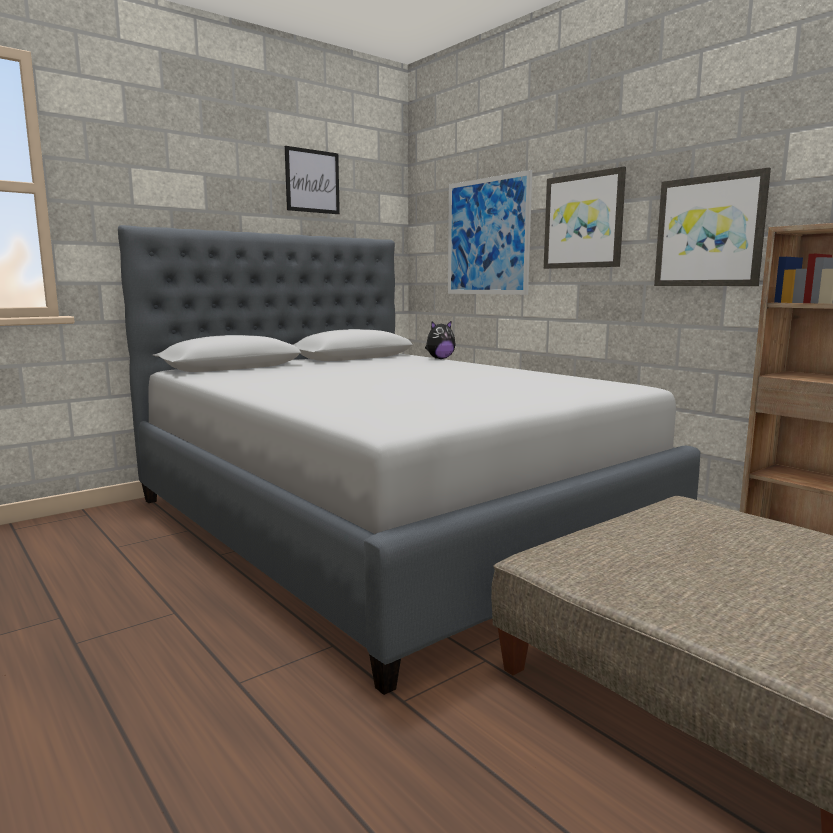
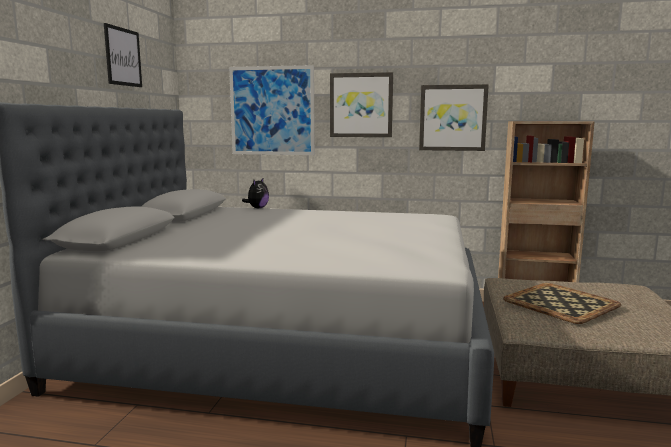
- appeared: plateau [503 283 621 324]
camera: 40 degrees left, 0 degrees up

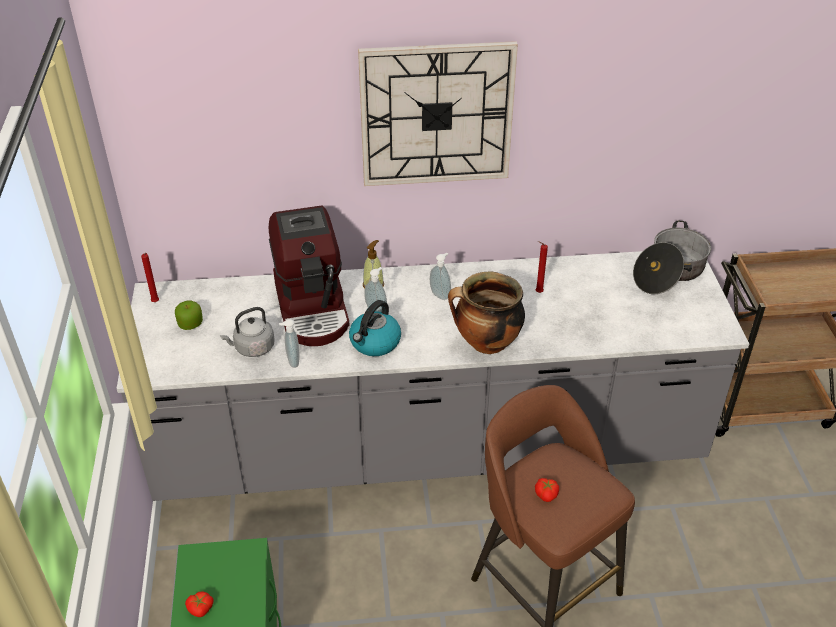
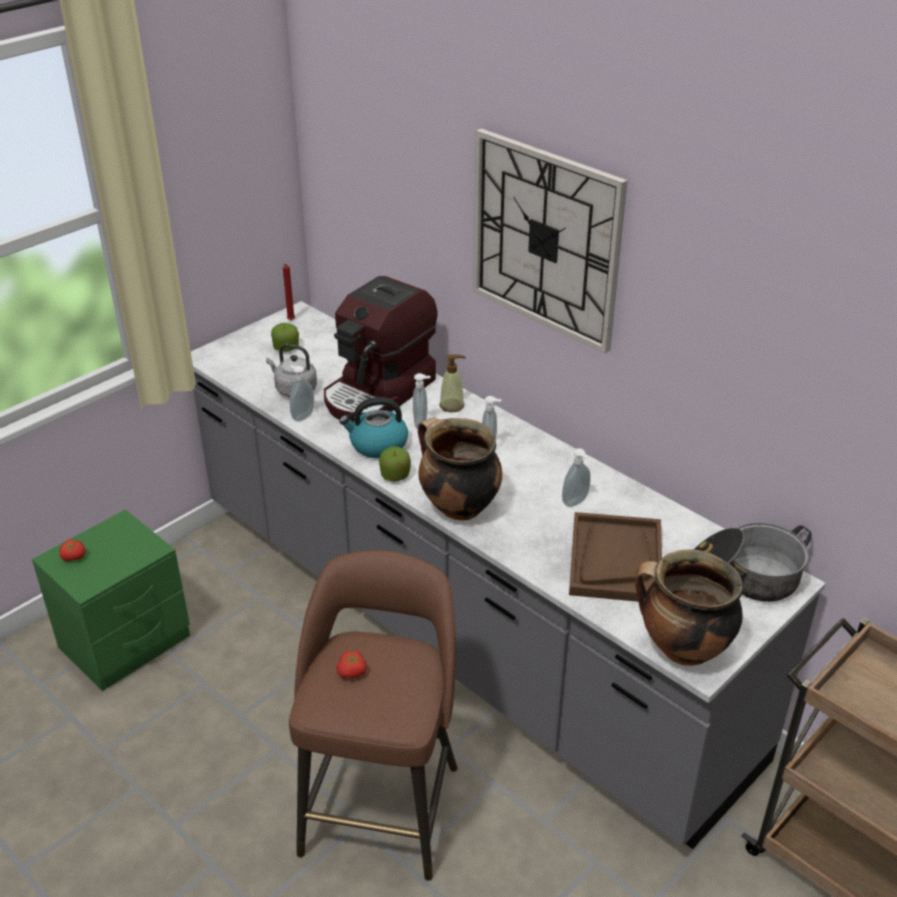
- appeared: pomme [379 446 411 481]
- appeared: plateau [marron] [569 512 662 602]
- appeared: marmite [635 549 743 666]
- exchanged: bougie [rouge] [536 241 548 293] to distributeur de savon [562 448 591 507]
camera: 50 degrees right, 5 degrees down

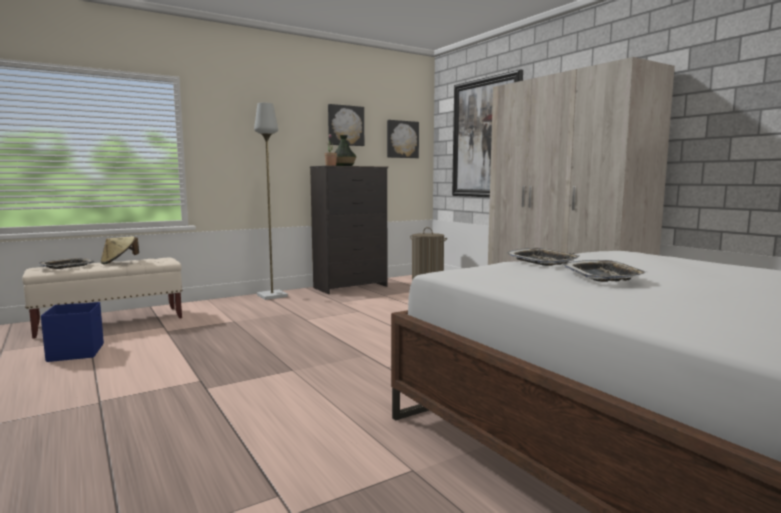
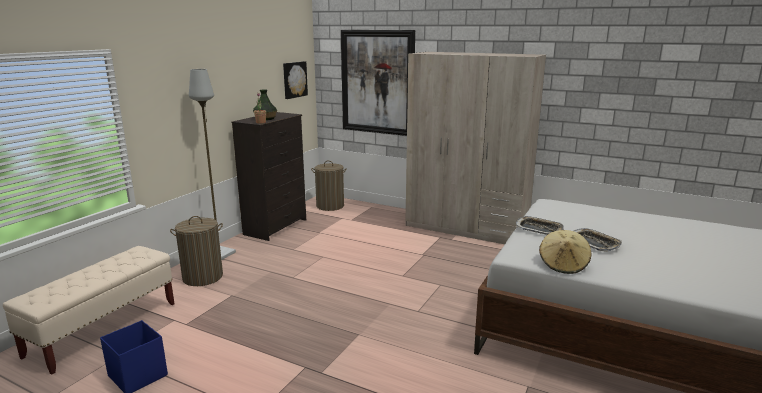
- missing: plateau [38 258 94 269]
- missing: tableau [328 104 364 146]
- appeared: panier à linge [170 216 223 286]
- relocated: chapeau [beige] [101 236 139 264] to [539 230 591 274]
camera: 30 degrees left, 10 degrees up

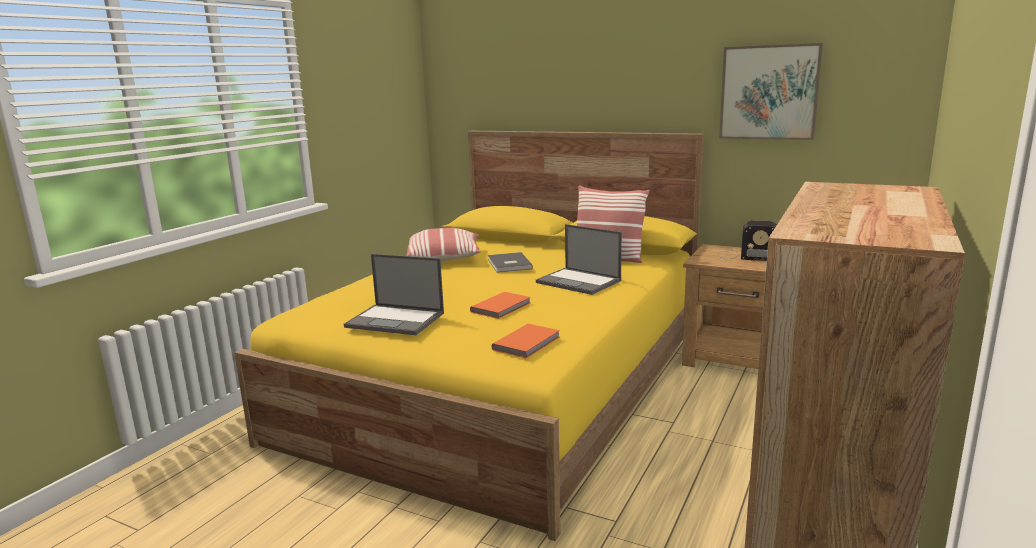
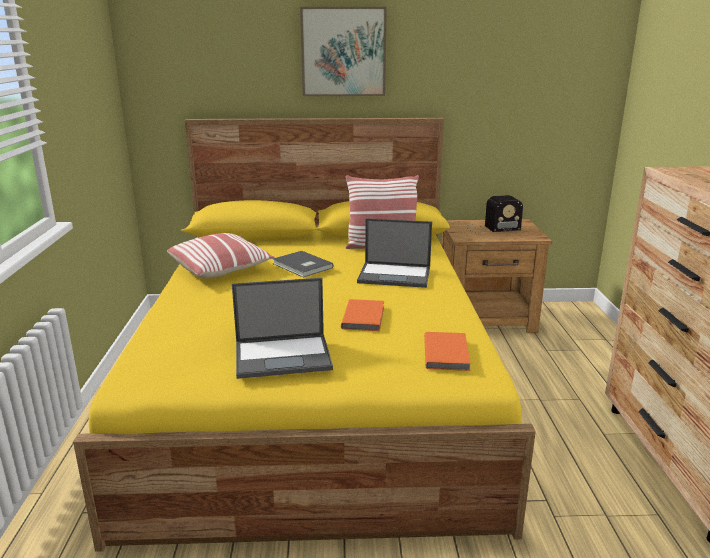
- relocated: tableau [719 43 823 140] to [300 7 387 96]
camera: 30 degrees left, 5 degrees up

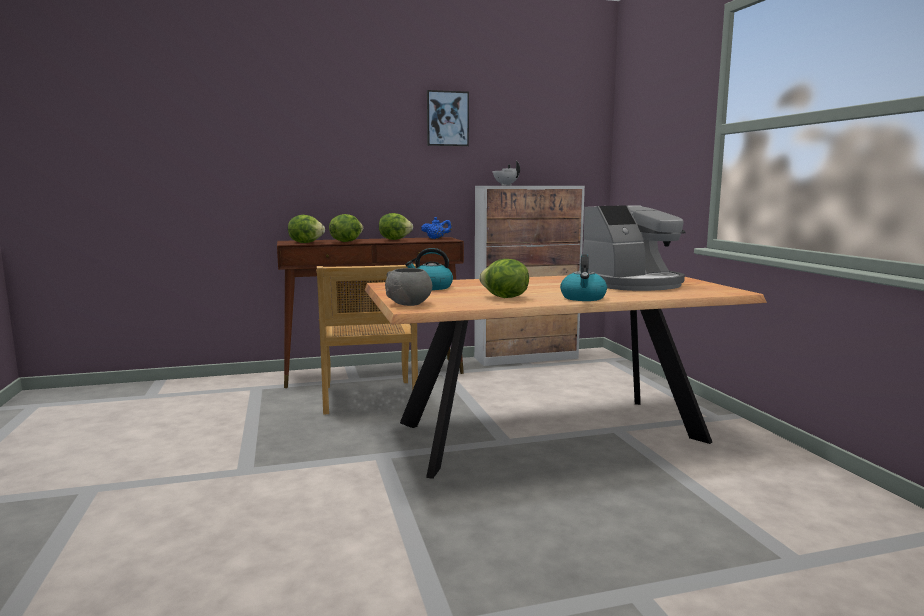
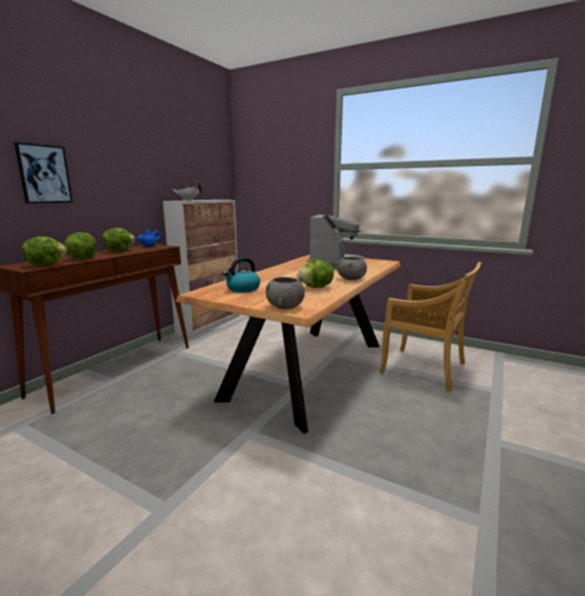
- relocated: chaise [beige] [316 264 418 415] to [380 262 481 392]
- relocated: tableau [427 90 469 146] to [14 142 73 203]
- exchanged: bouilloire [560 254 607 301] to bol [gris] [337 257 367 280]
camera: 45 degrees left, 5 degrees up

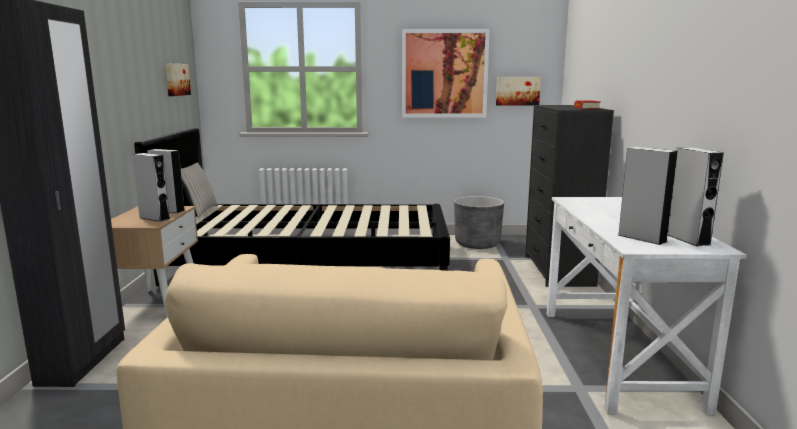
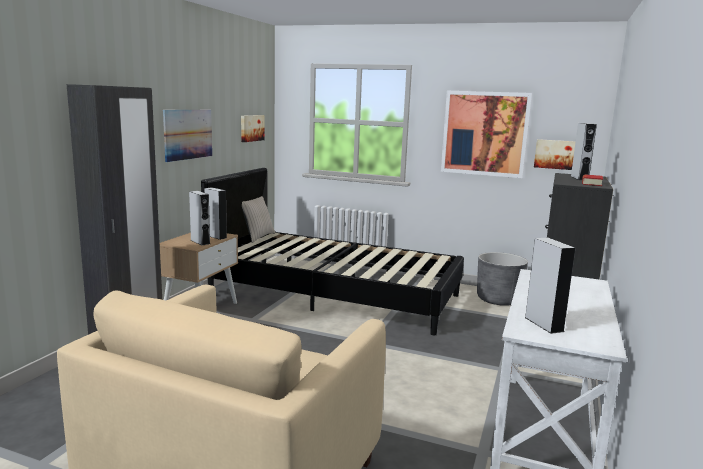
- appeared: tableau [163 110 212 162]
- relocated: enceinte [gris] [668 147 724 246] to [571 123 597 180]
camera: 20 degrees right, 0 degrees up

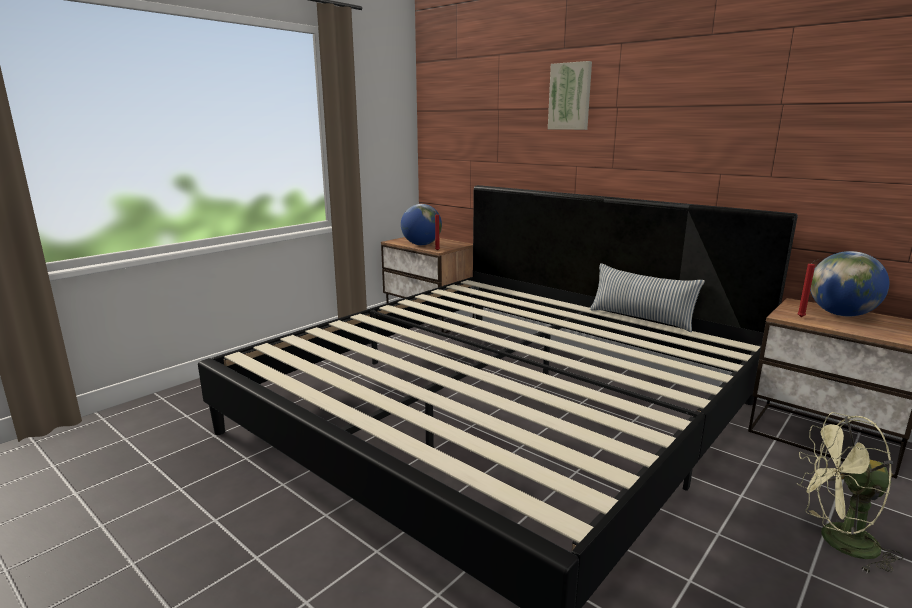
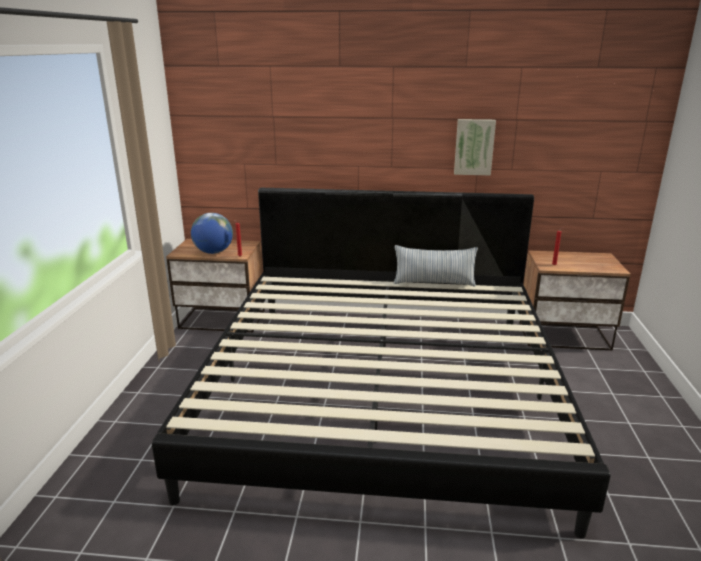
- missing: ventilateur [vert] [797 412 903 574]
- missing: globe [810 251 889 317]
- relocated: tableau [548 61 592 130] to [454 119 496 175]
camera: 35 degrees left, 5 degrees up

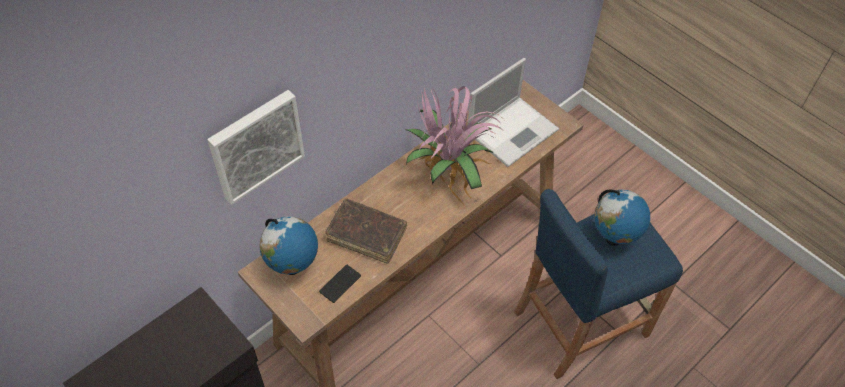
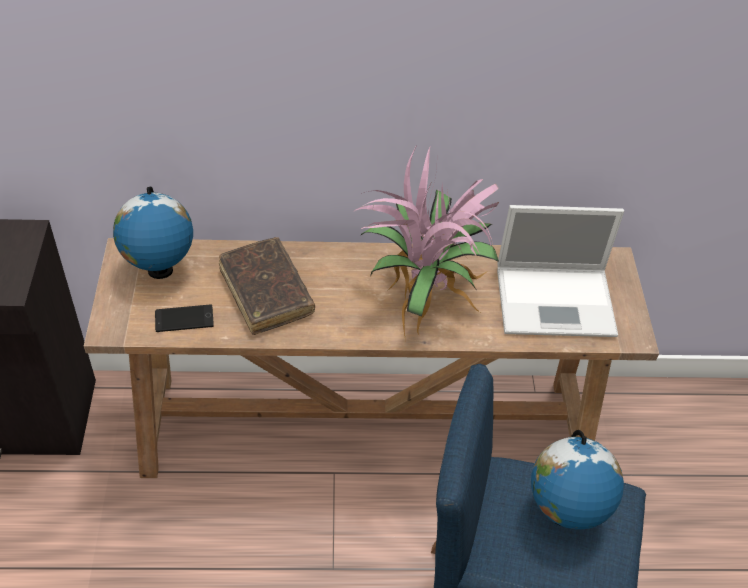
- missing: tableau [207 90 305 205]
camera: 40 degrees right, 5 degrees down

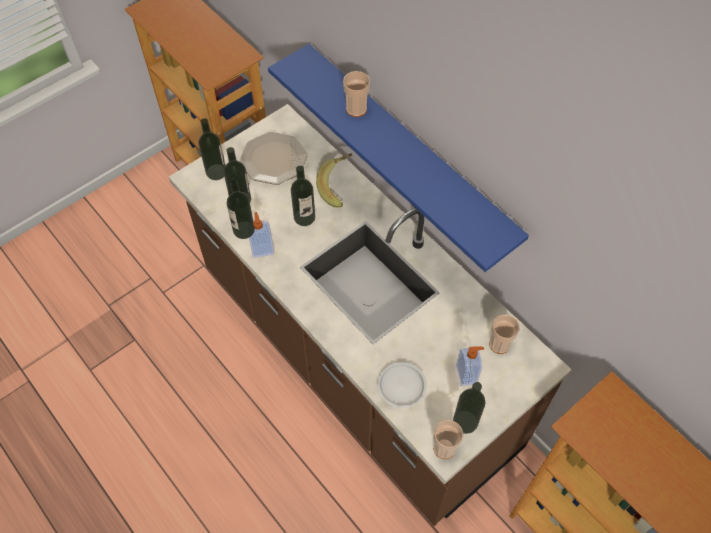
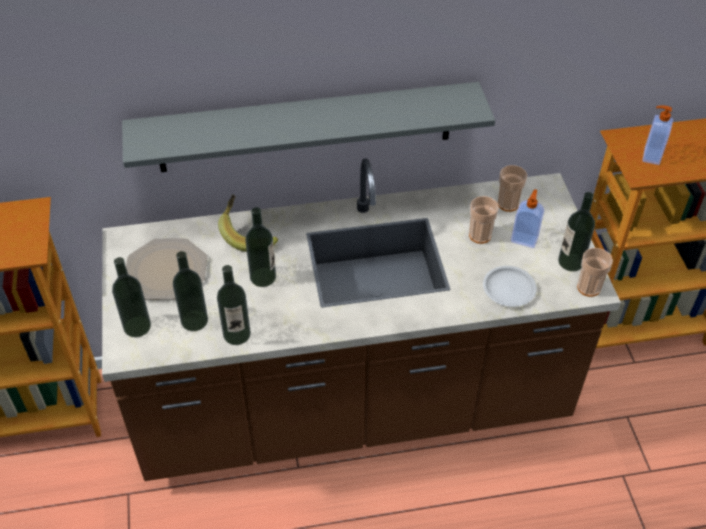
- relocated: distributeur de savon [247 212 274 258] to [643 105 673 165]
- relocated: tasse [343 71 370 117] to [469 196 499 244]
- colour: étagère [bleu] [268 44 529 272] to étagère [gris] [122 82 495 172]
camera: 60 degrees left, 10 degrees down

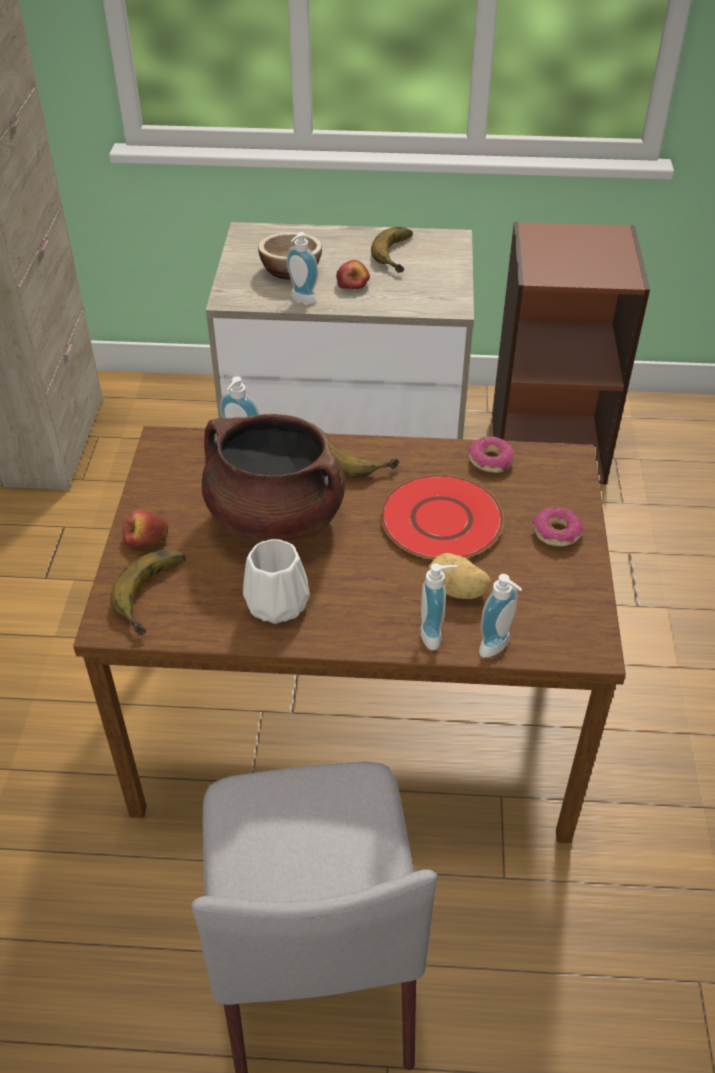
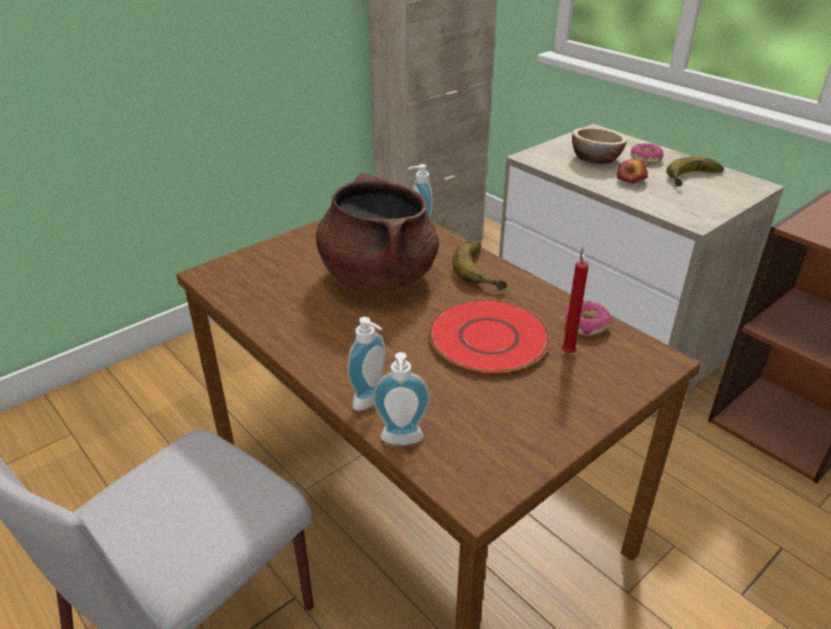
- missing: banane [110 550 186 635]
- missing: pomme [122 509 168 547]
- missing: vase [blanc] [243 539 310 624]
- missing: distributeur de savon [286 232 318 304]
- missing: pomme de terre [427 553 491 599]
- appeared: bougie [rouge] [562 247 589 353]
- relocated: beignet [533 507 584 547] to [631 143 664 164]
camera: 45 degrees right, 10 degrees down

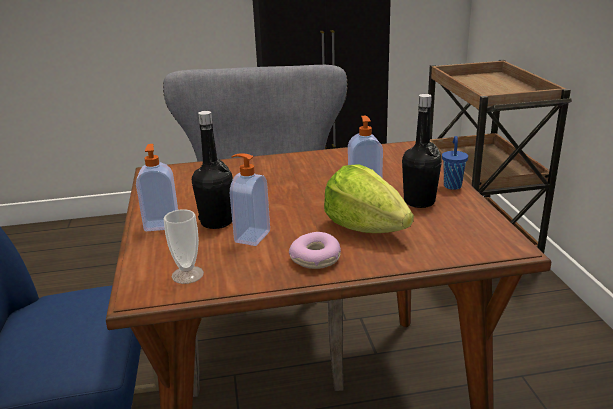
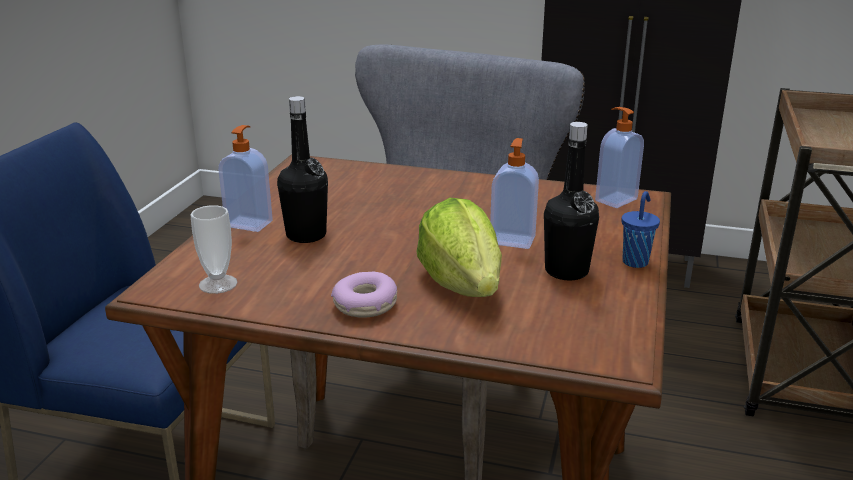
- relocated: distributeur de savon [230 153 270 246] to [595 107 644 208]
camera: 25 degrees right, 0 degrees up

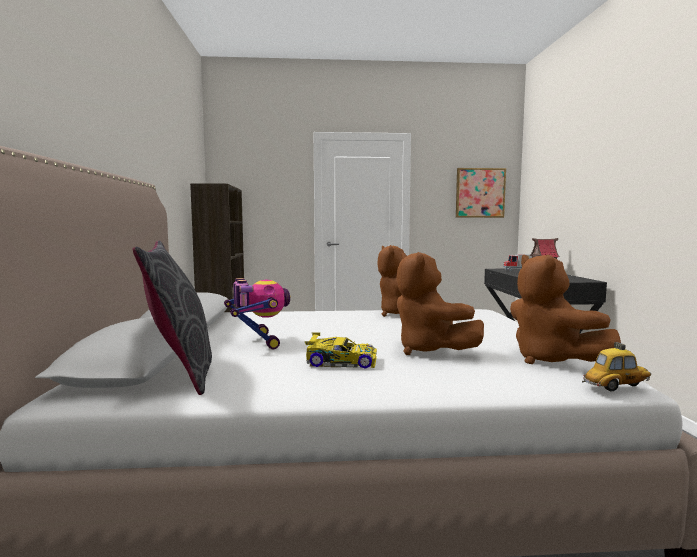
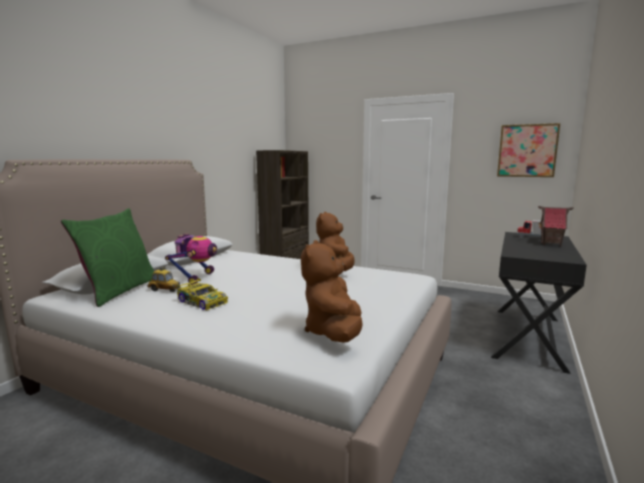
- missing: peluche [marron] [396 252 484 355]
- relocated: petite voiture [582 342 651 391] to [147 267 180 292]
- colour: coussin [gris] [133 240 212 395] to coussin [vert] [61 208 154 307]
camera: 30 degrees right, 5 degrees up

